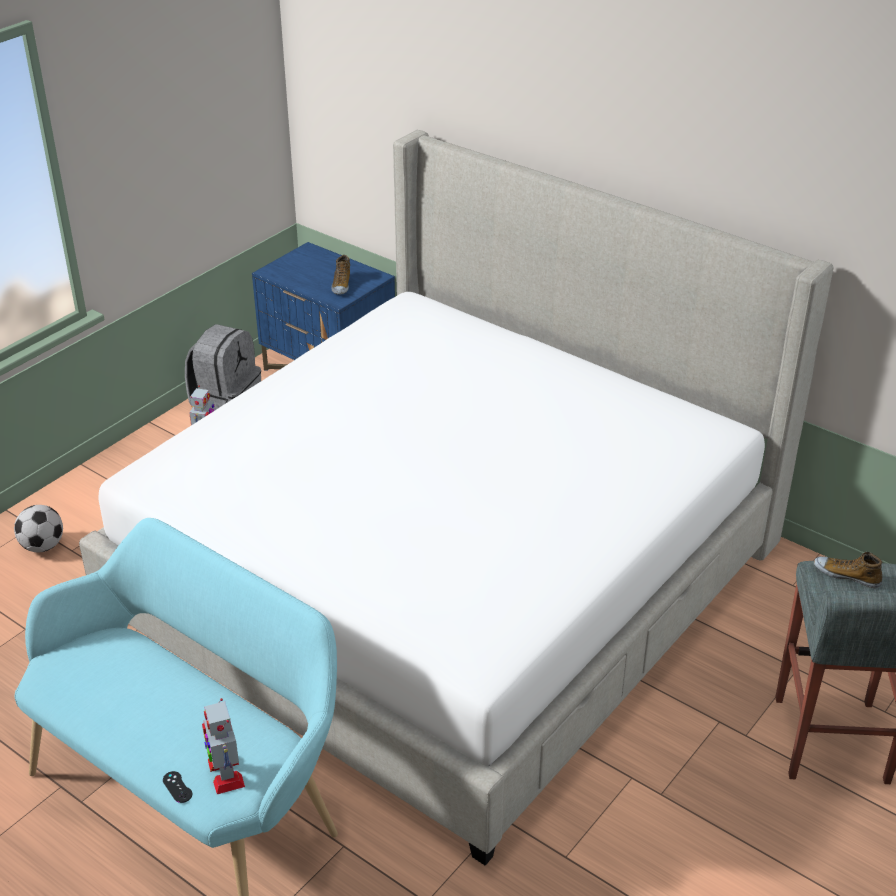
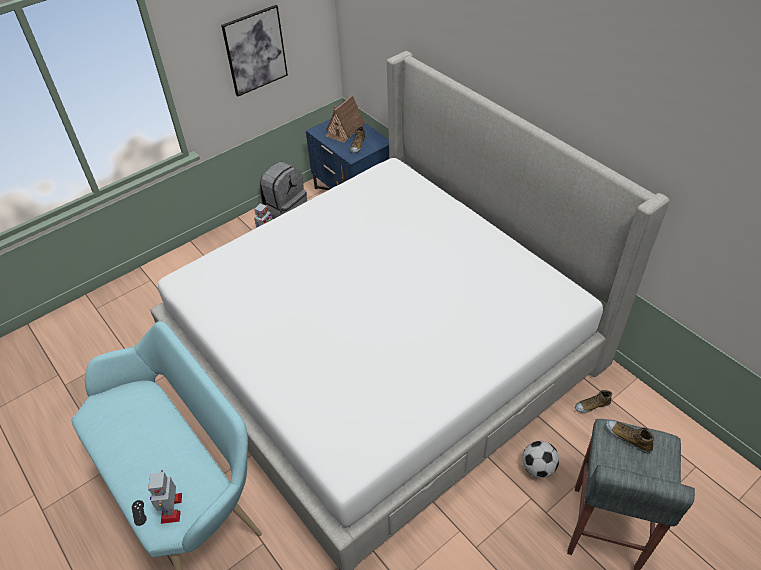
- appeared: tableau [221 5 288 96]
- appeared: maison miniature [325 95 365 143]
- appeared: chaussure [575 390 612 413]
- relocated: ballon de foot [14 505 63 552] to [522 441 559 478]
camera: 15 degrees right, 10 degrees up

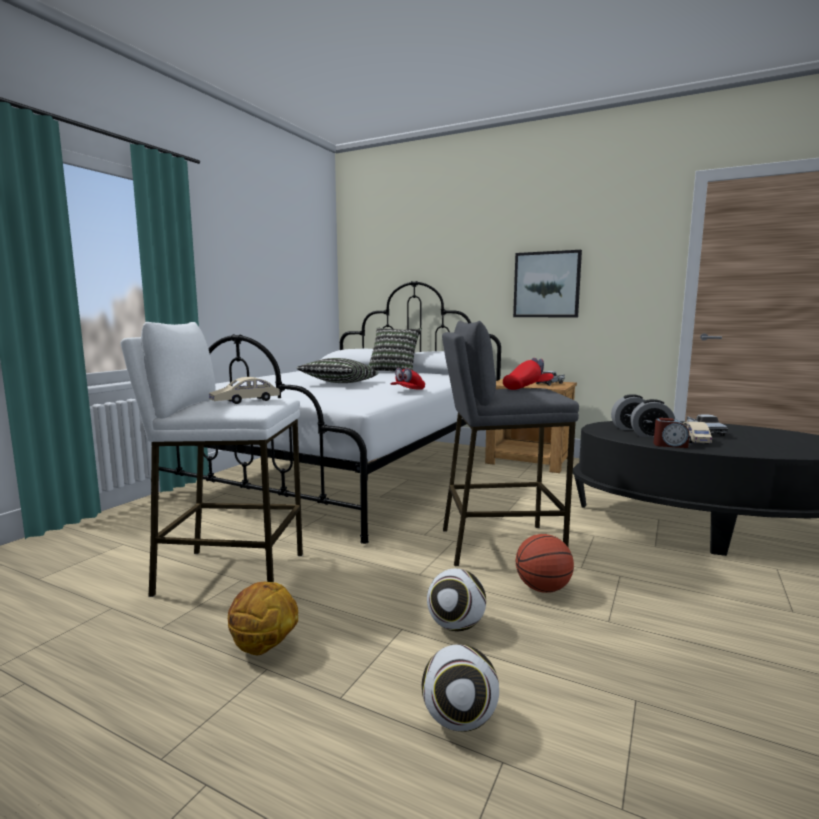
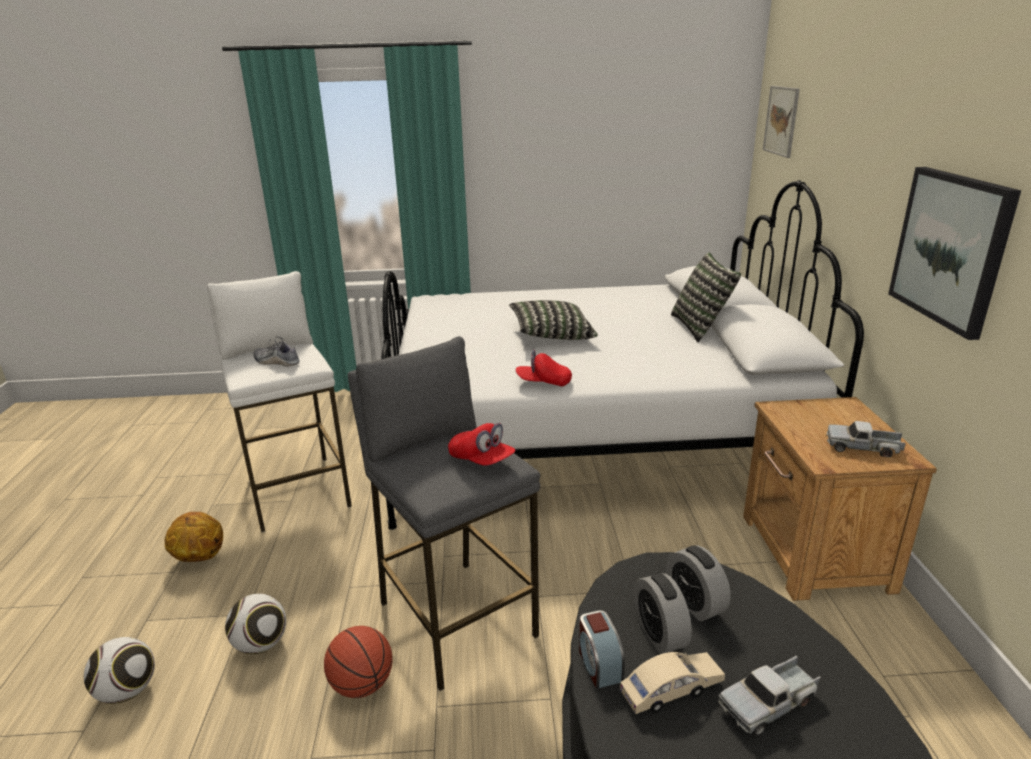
- appeared: tableau [763 86 800 158]
- exchanged: petite voiture [beige] [209 377 280 404] to chaussure [253 336 299 366]
camera: 60 degrees right, 15 degrees up

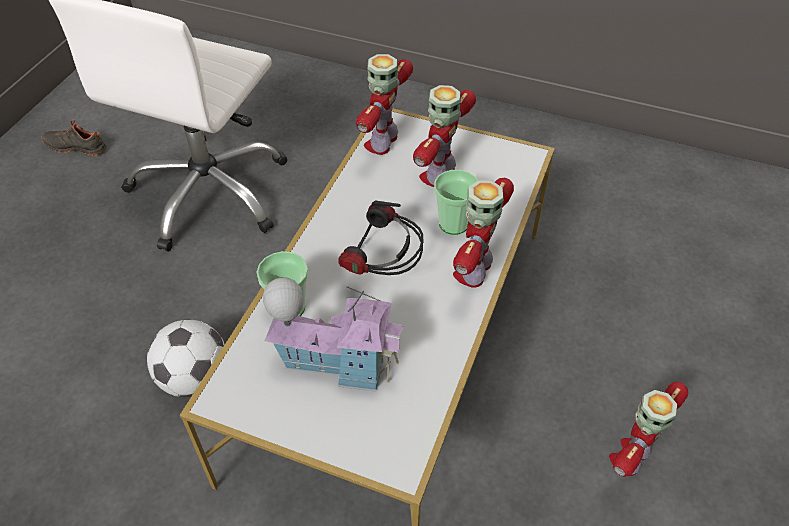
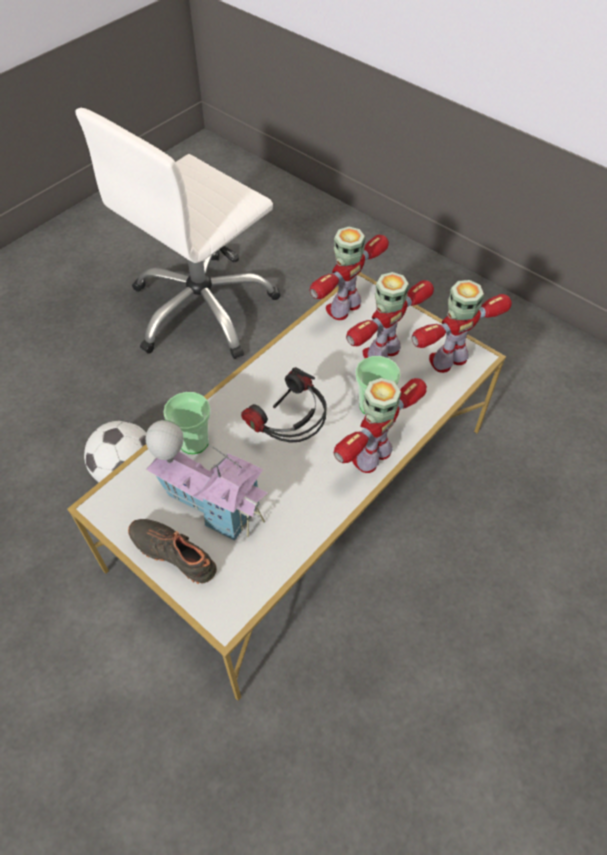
- relocated: chaussure [noir] [41 119 107 156] to [128 519 217 584]
- relocated: robot jouet [609 382 688 477] to [412 280 512 373]
camera: 20 degrees right, 5 degrees up

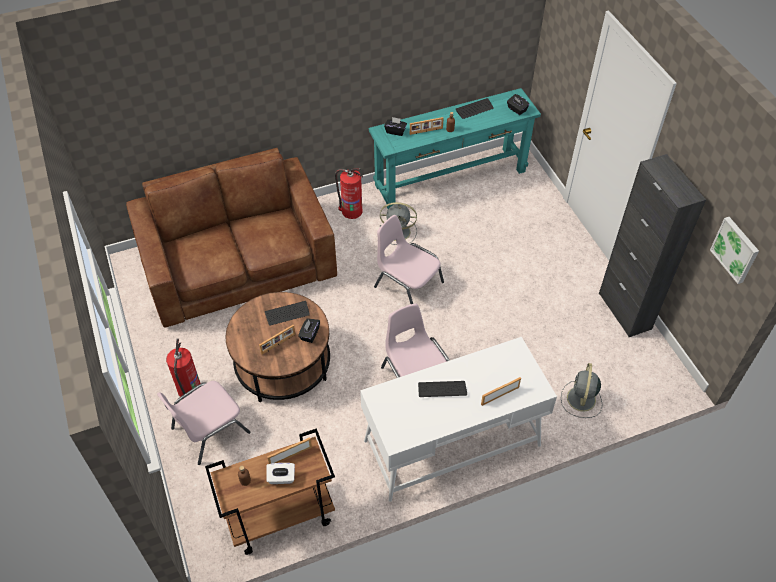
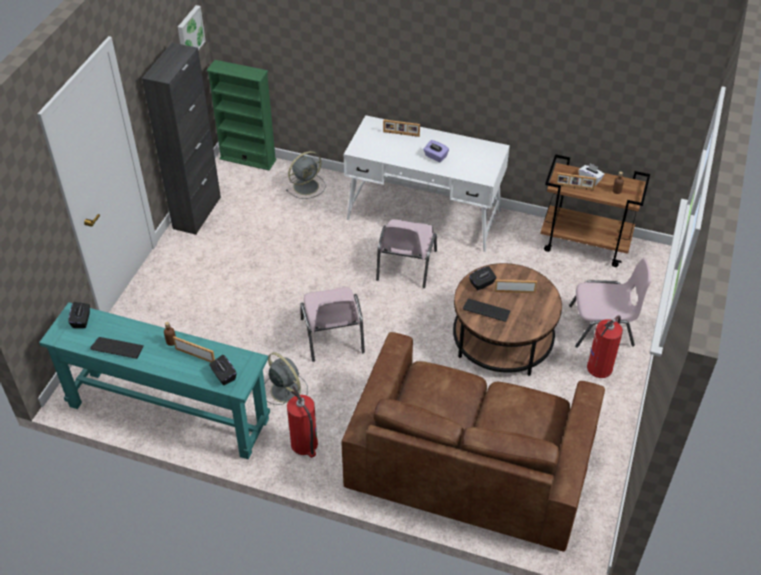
- appeared: bibliothèque [vert] [206 60 276 171]
- exchanged: clavier [418 381 467 397] to boîte à mouchoirs [violet] [423 140 449 162]
camera: 140 degrees left, 5 degrees down

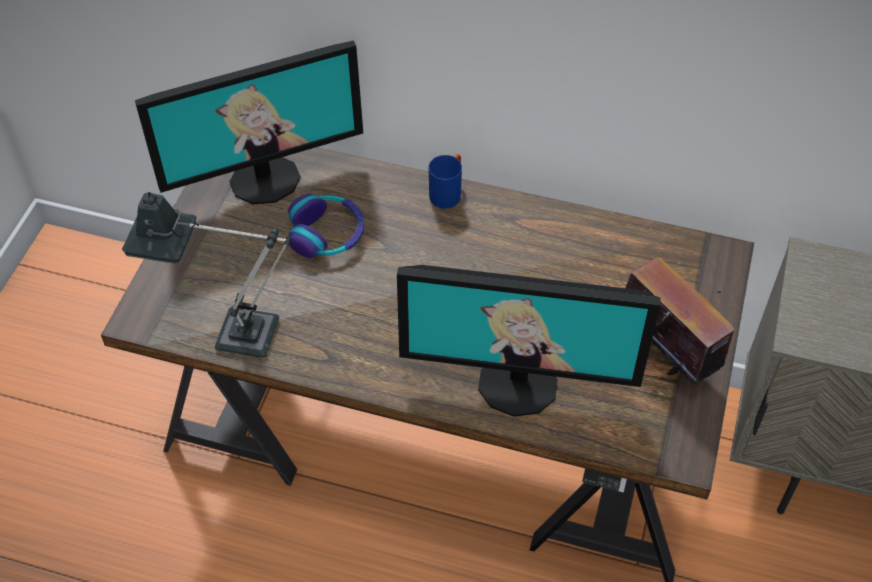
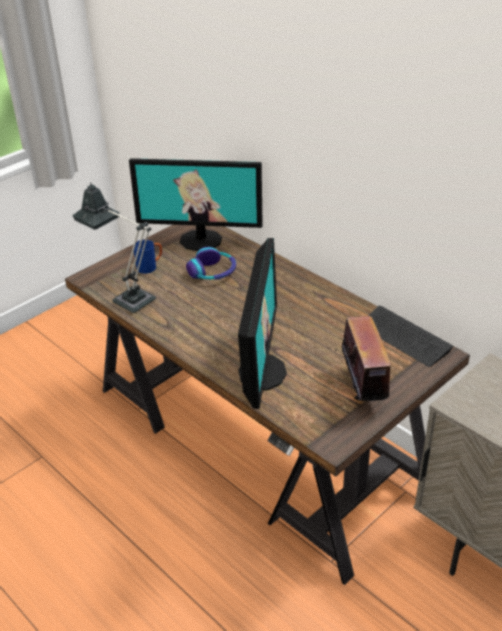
- appeared: clavier [368 306 453 367]
- relocated: mug [bleu] [428 154 462 208] to [133 240 162 274]
- spun: écran d'ordinateur [397 265 661 417] = [238 238 287 409] 120 degrees counterclockwise
camera: 30 degrees right, 15 degrees down

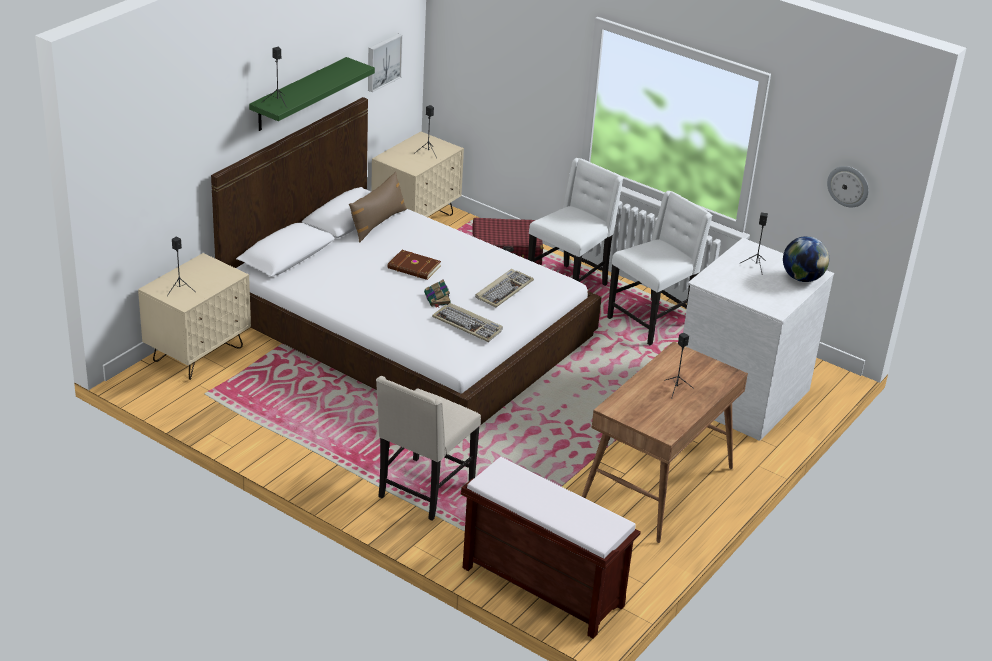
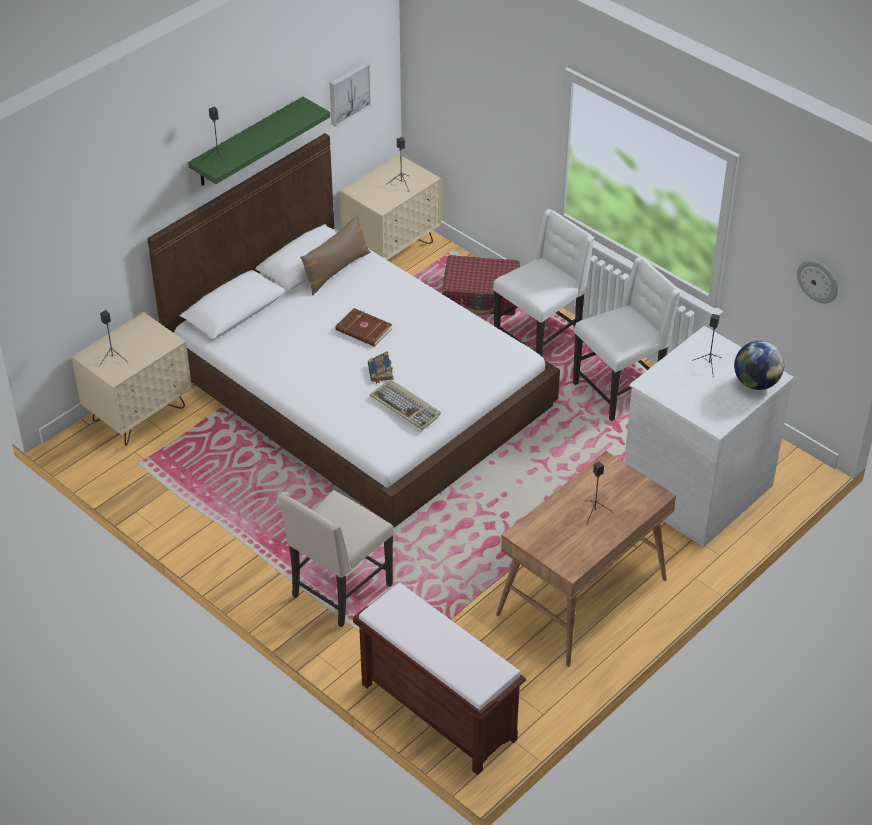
- missing: clavier [475 269 534 308]
camera: 10 degrees right, 10 degrees up

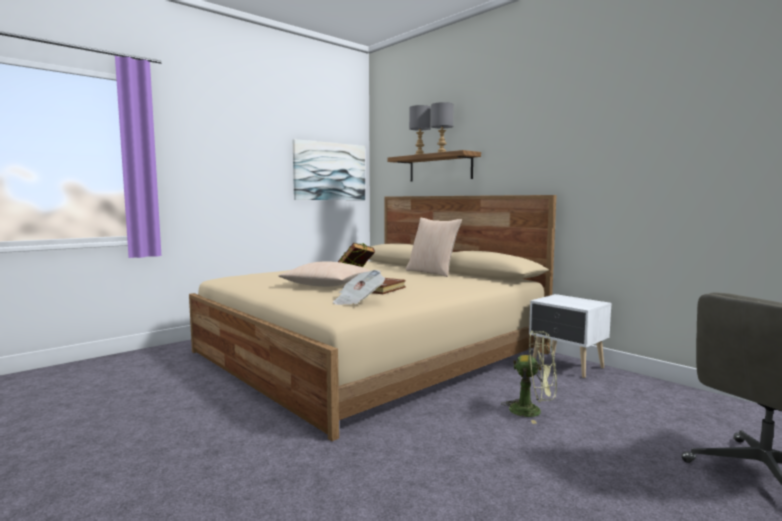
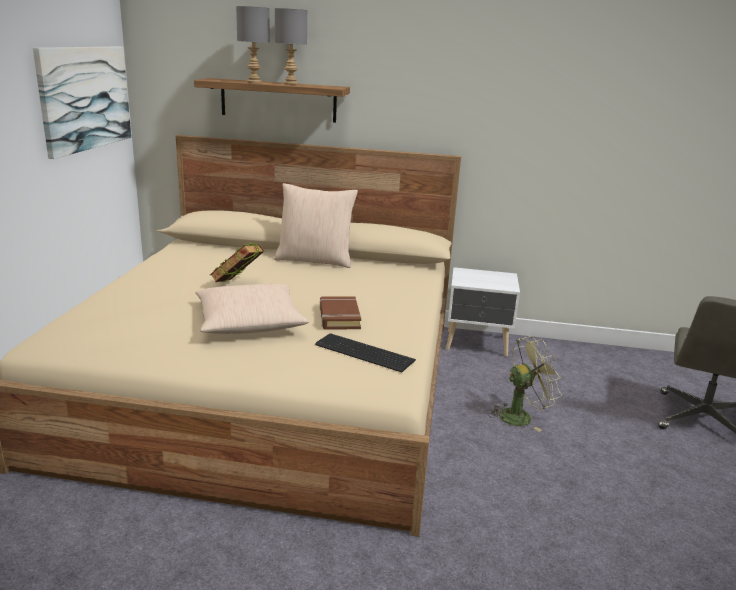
- exchanged: journal [333 270 385 305] to clavier [315 333 416 372]
camera: 40 degrees left, 15 degrees up

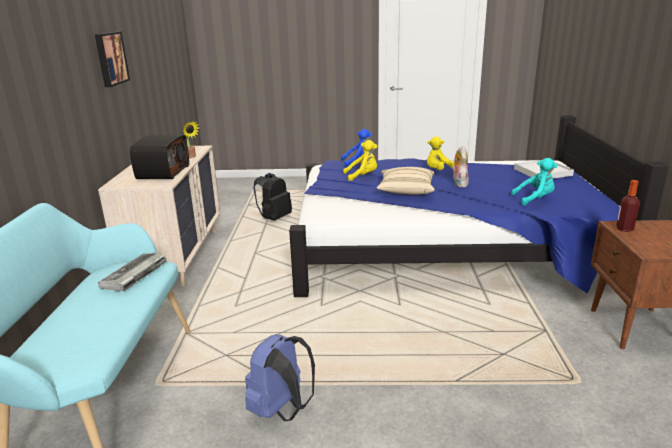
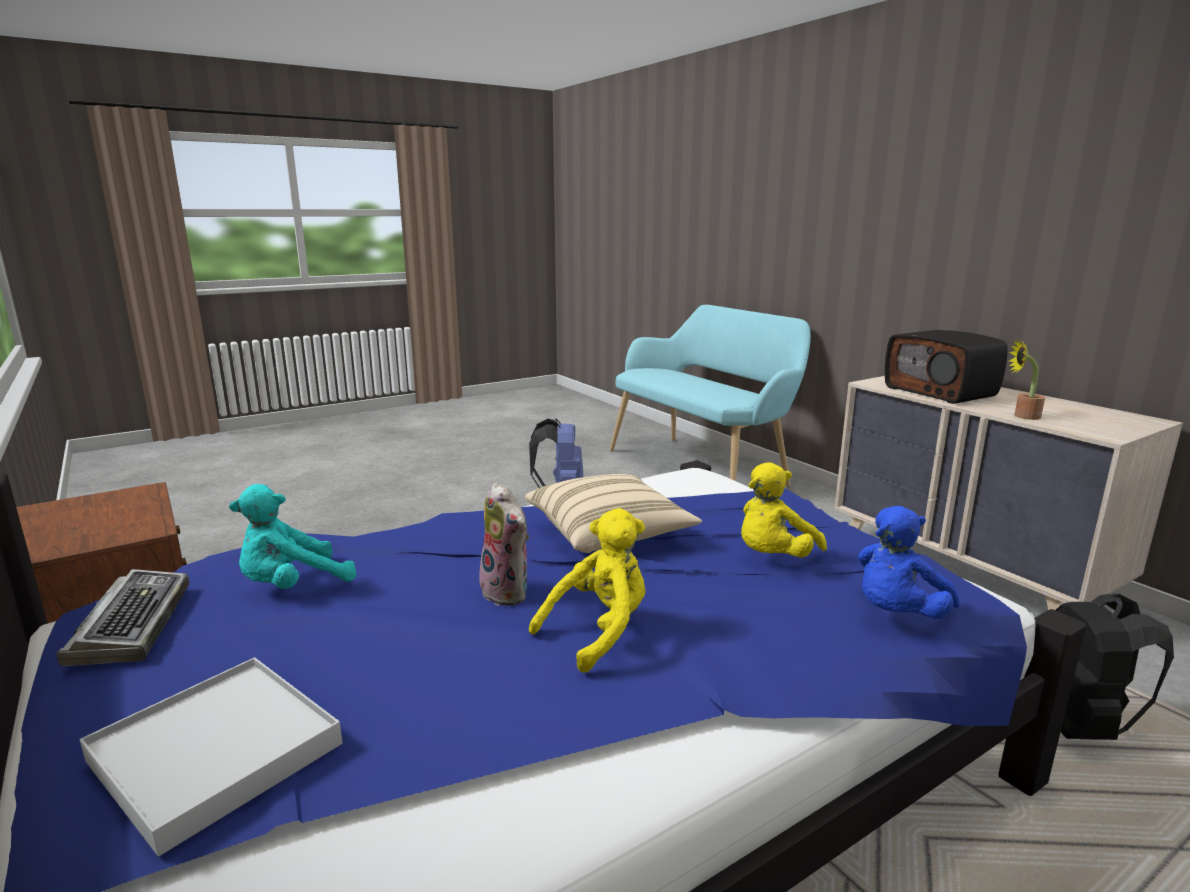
- missing: tableau [95 32 130 87]
- missing: bouteille [616 180 640 232]
- relocated: clavier [98 252 166 291] to [56 569 189 666]
camera: 145 degrees right, 5 degrees down

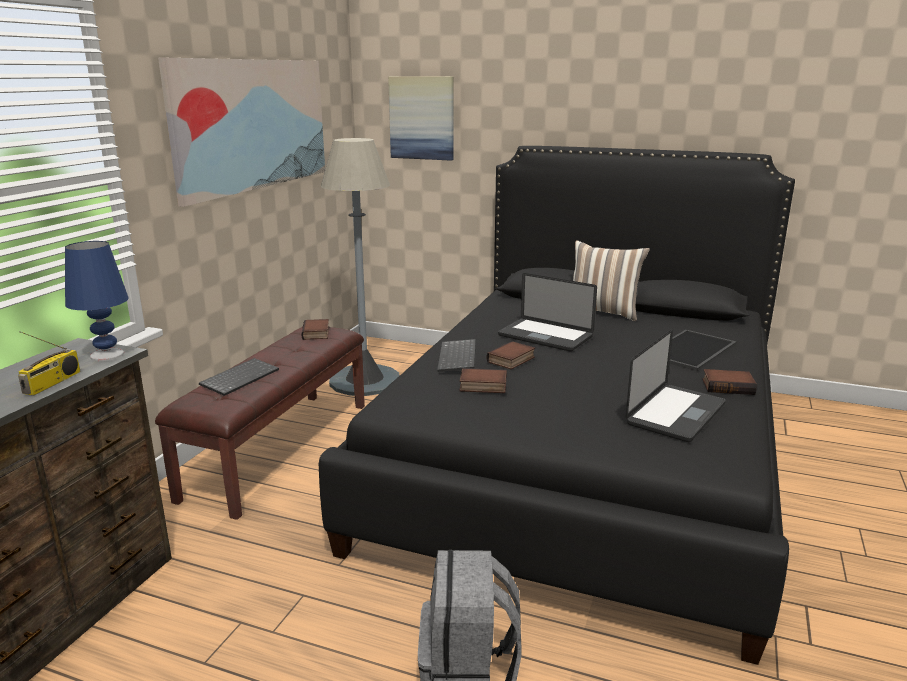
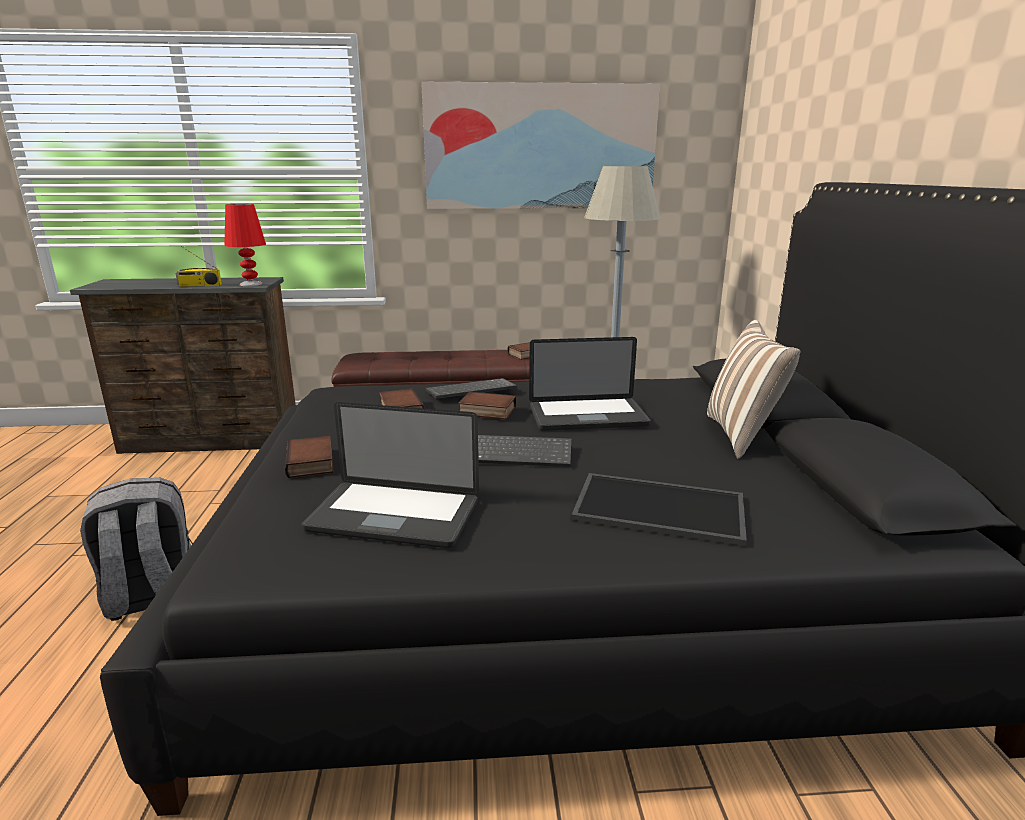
- missing: tableau [388 76 454 161]
- relocated: clavier [199 358 279 396] to [478 435 571 467]
- relocated: livre [703 369 757 395] to [285 436 333 478]
- colour: lampe de table [bleu] [65 241 129 361] to lampe de table [rouge] [224 204 266 286]
- spun: ordinateur portable [498 273 597 352] = [529 337 651 431] 105 degrees counterclockwise
camera: 65 degrees right, 0 degrees up

